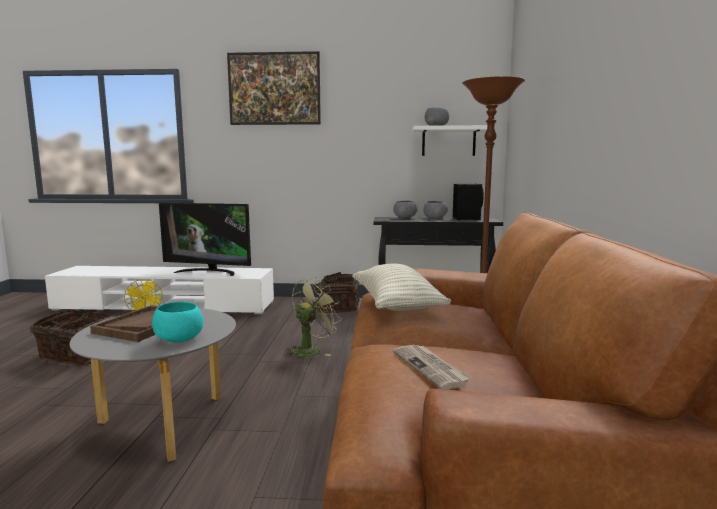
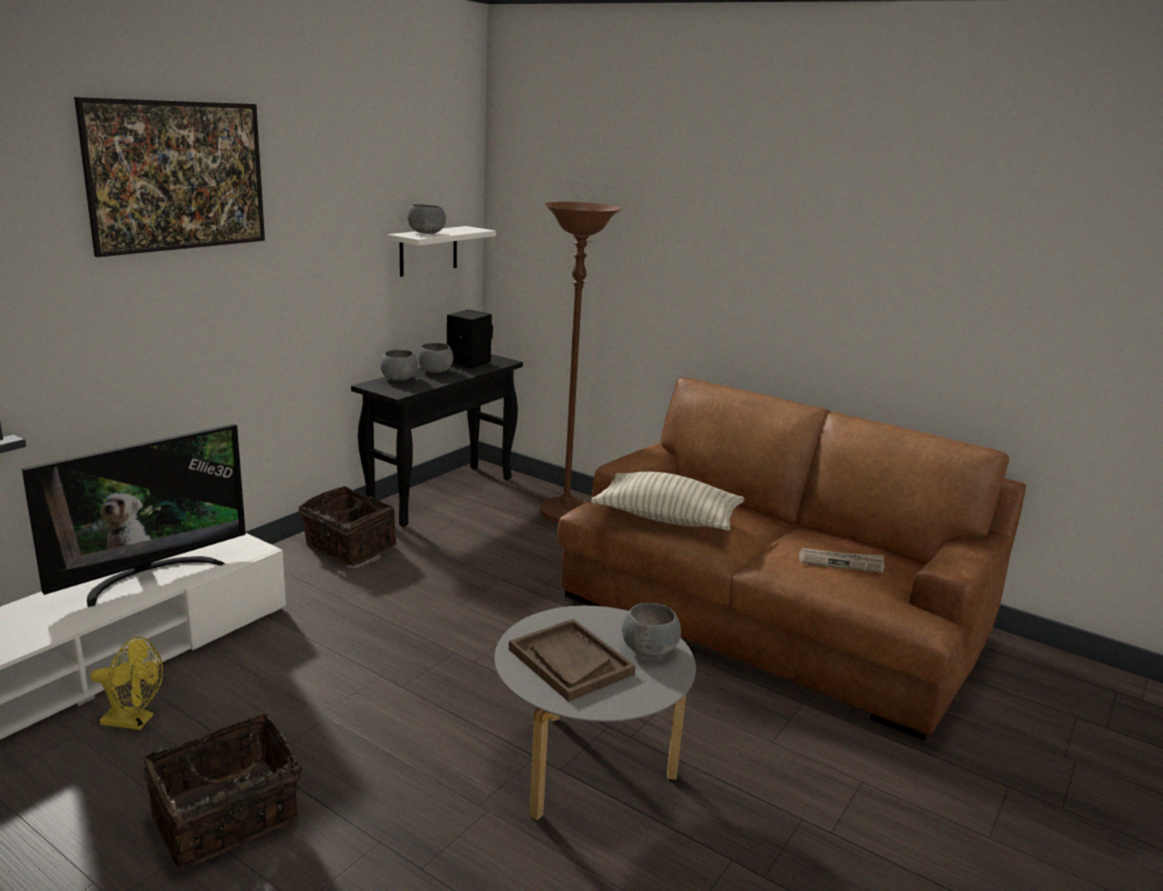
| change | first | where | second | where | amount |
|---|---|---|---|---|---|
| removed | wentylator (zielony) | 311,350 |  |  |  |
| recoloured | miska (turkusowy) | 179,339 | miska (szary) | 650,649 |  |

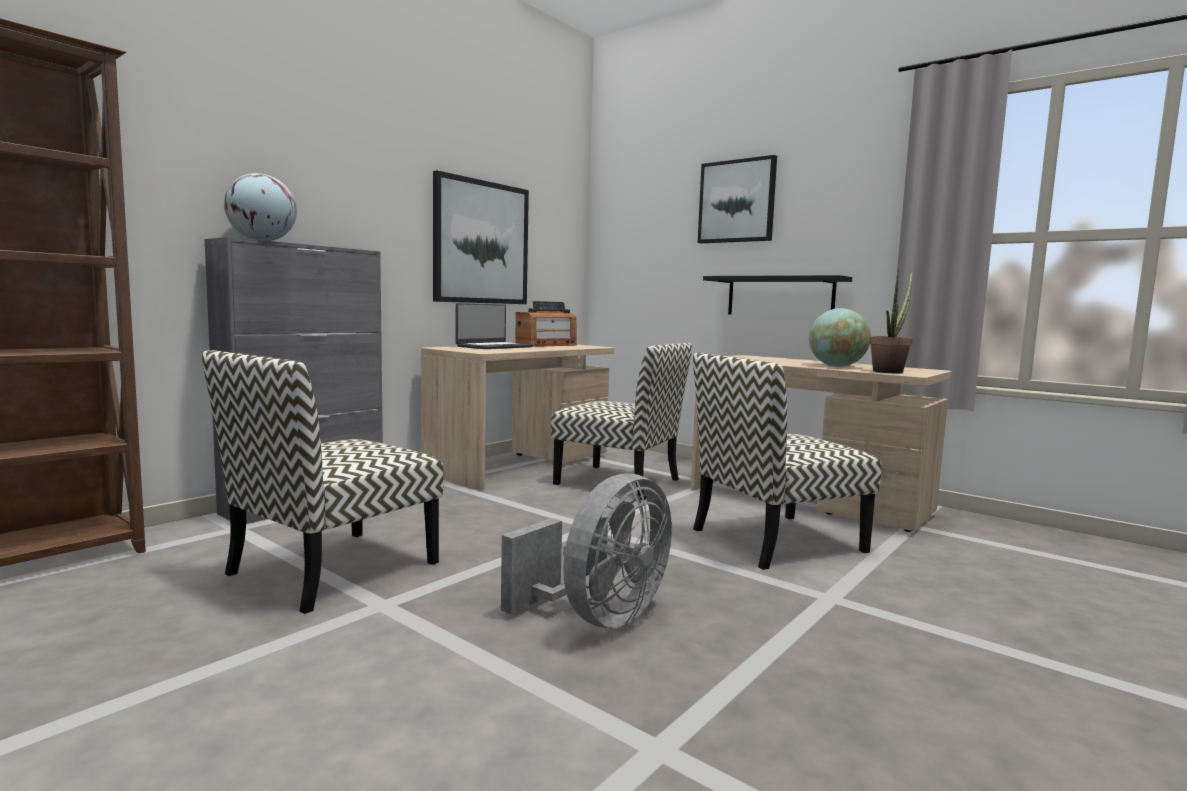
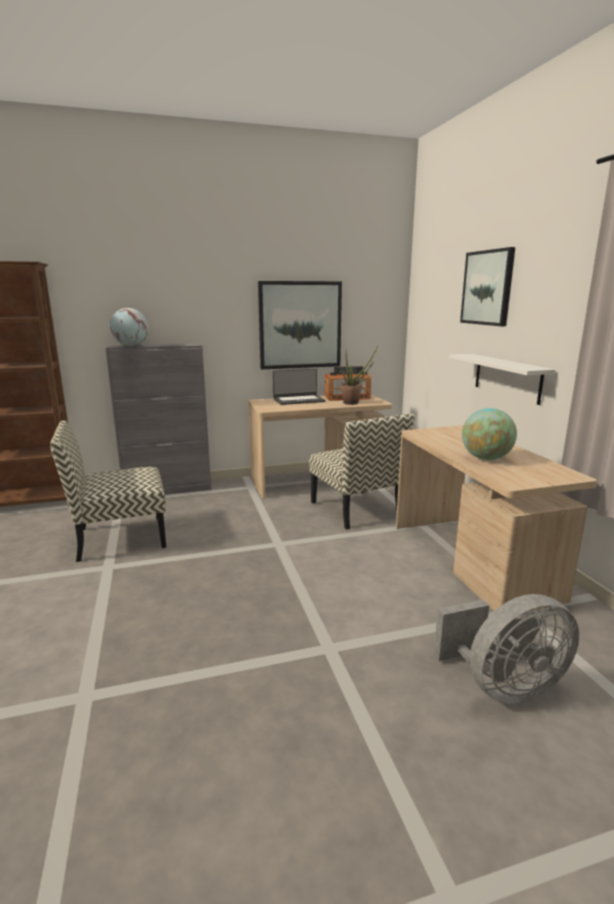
| change | first | where | second | where | amount |
|---|---|---|---|---|---|
| removed | krzesło | 775,541 |  |  |  |
| moved | wentylator (szary) | 599,618 |  | 503,686 |  |
| moved | roślina doniczkowa | 890,371 |  | 354,402 |  |
| recoloured | półka (czarny) | 779,296 | półka (biały) | 507,378 |  |

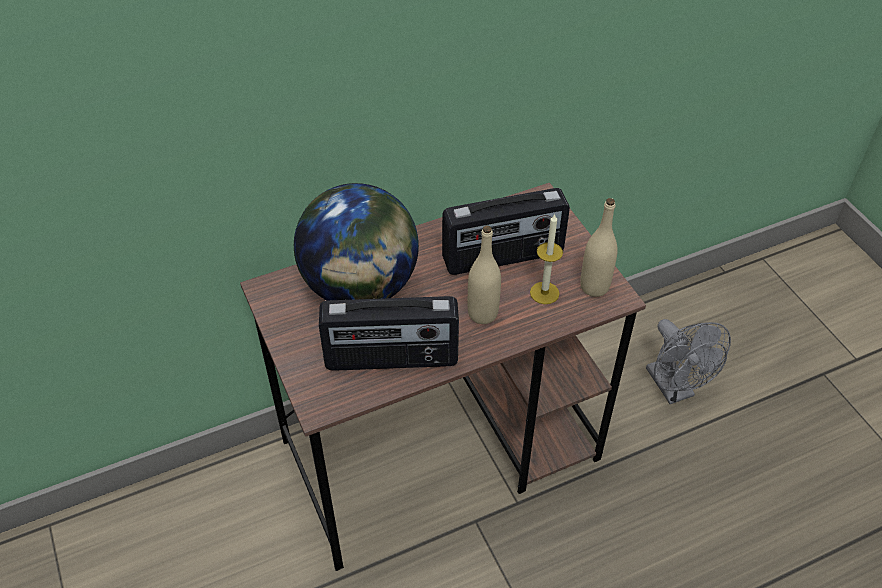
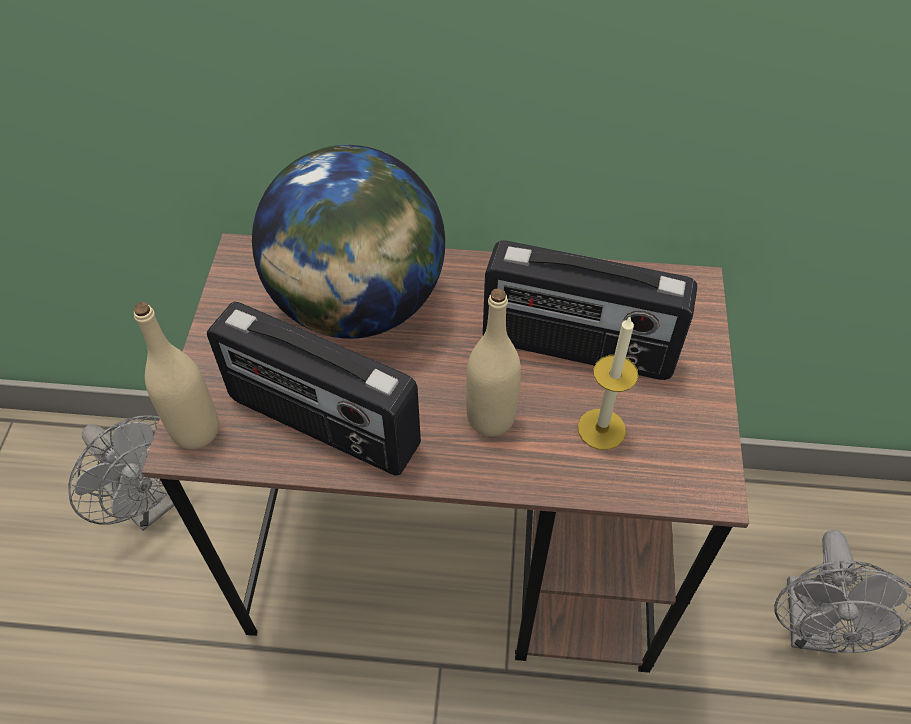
| change | first | where | second | where | amount |
|---|---|---|---|---|---|
| added |  |  | wentylator (szary) | 148,505 |  |
| moved | butelka (beżowy) | 594,287 |  | 196,430 |  |

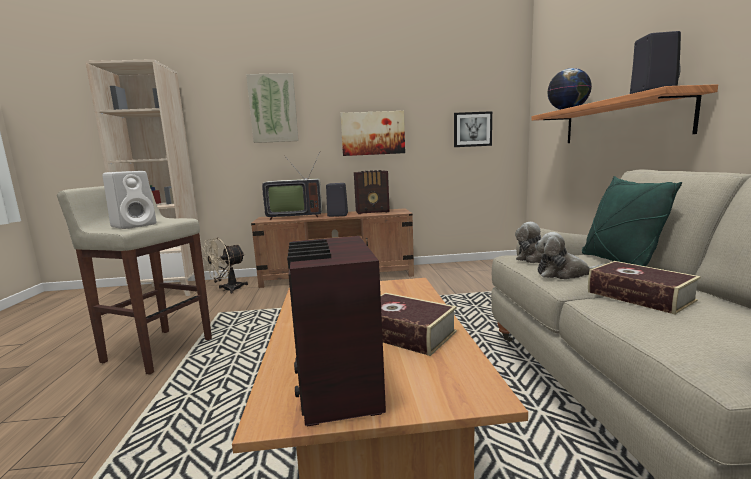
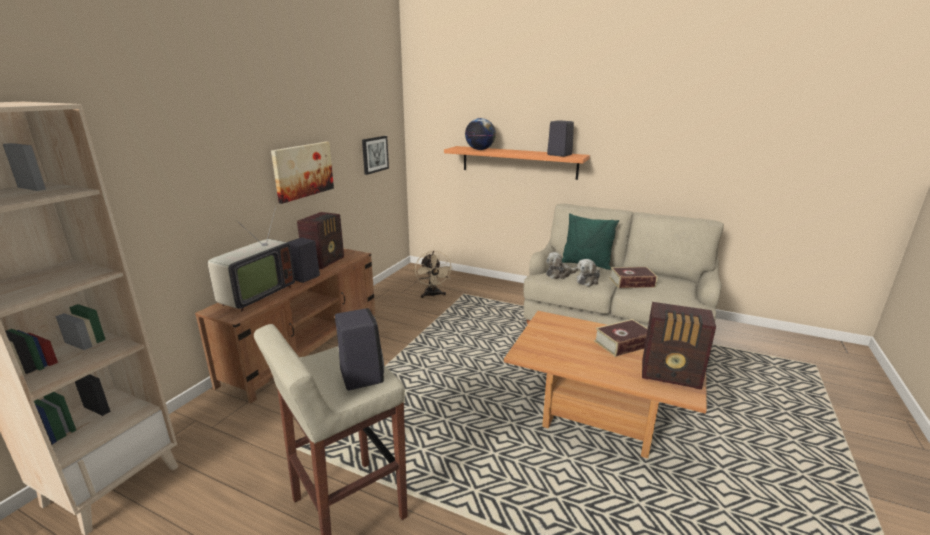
| change | first | where | second | where | amount |
|---|---|---|---|---|---|
| removed | obraz | 273,108 |  |  |  |
| moved | wentylator (beżowy) | 228,289 |  | 433,295 |  |
| recoloured | głośnik (biały) | 135,225 | głośnik (czarny) | 360,376 |  |

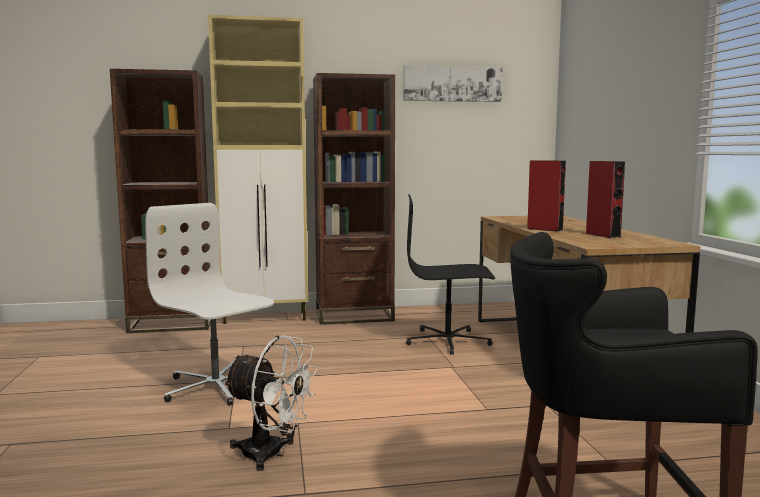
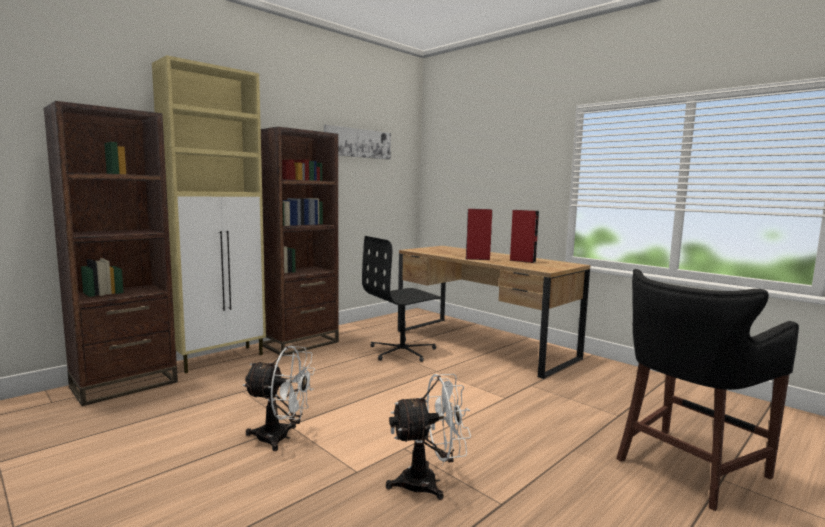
| change | first | where | second | where | amount |
|---|---|---|---|---|---|
| replaced | krzesło biurowe (biały) | 215,387 | wentylator (biały) | 281,437 |  |

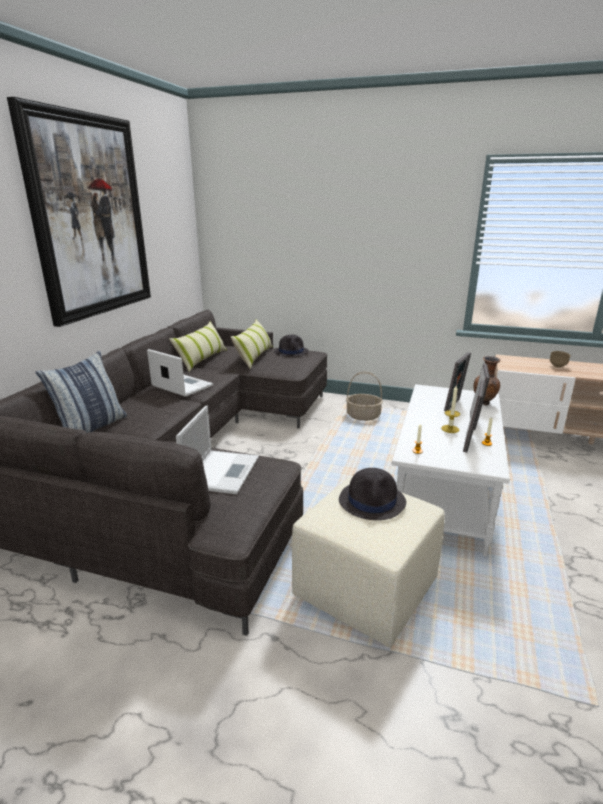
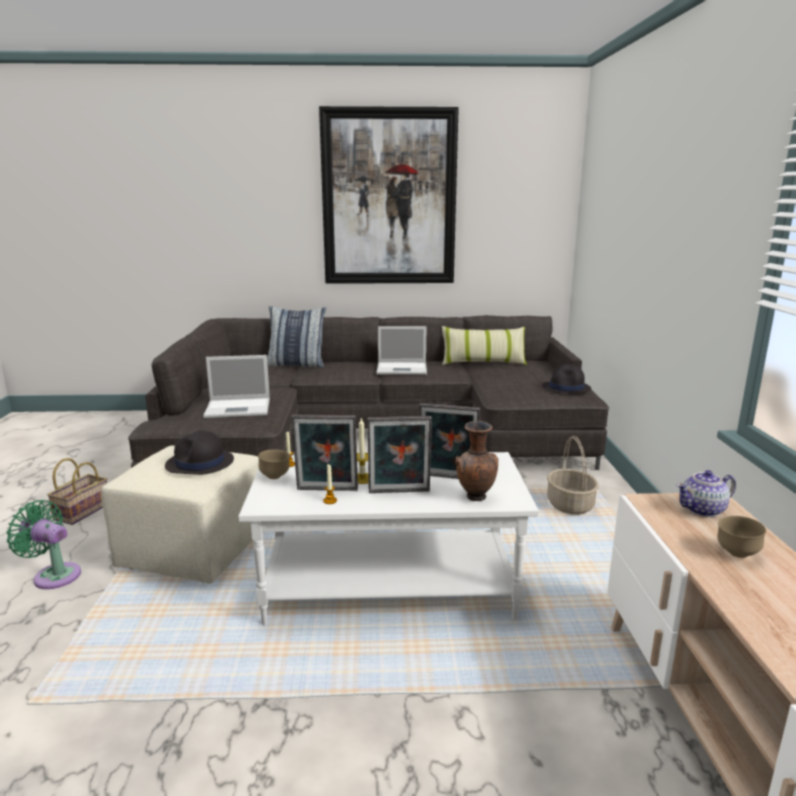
| change | first | where | second | where | amount |
|---|---|---|---|---|---|
| removed | poduszka | 254,357 |  |  |  |
| added |  |  | wentylator (zielony) | 54,575 |  |
| added |  |  | koszyk | 82,511 |  |
| added |  |  | miska (brązowy) | 275,477 |  |
| added |  |  | imbryk | 703,510 |  |
| turned | laptop | 181,386 |  | 403,369 | 75 degrees clockwise |

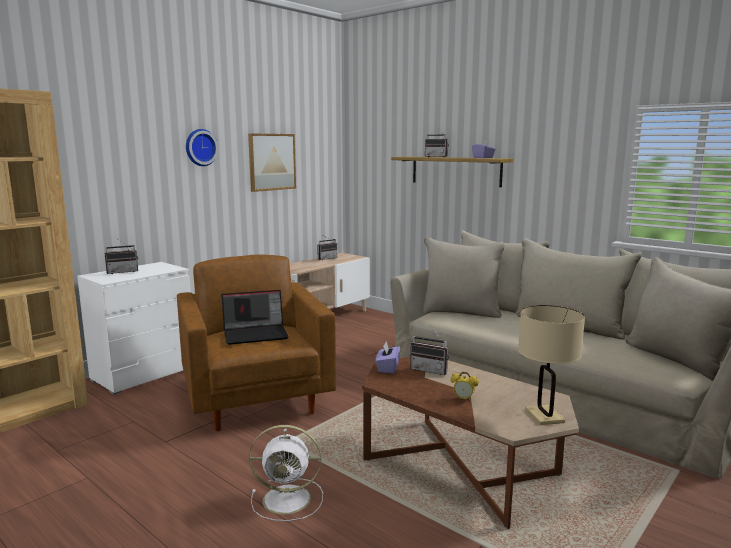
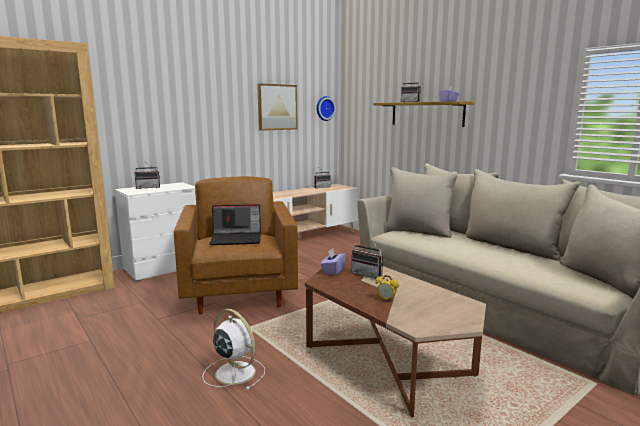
| change | first | where | second | where | amount |
|---|---|---|---|---|---|
| removed | lampa stołowa (beżowy) | 544,416 |  |  |  |
| moved | zegar ścienny | 200,147 |  | 324,108 |  |
| turned | wentylator (biały) | 289,499 |  | 234,372 | 150 degrees counterclockwise |

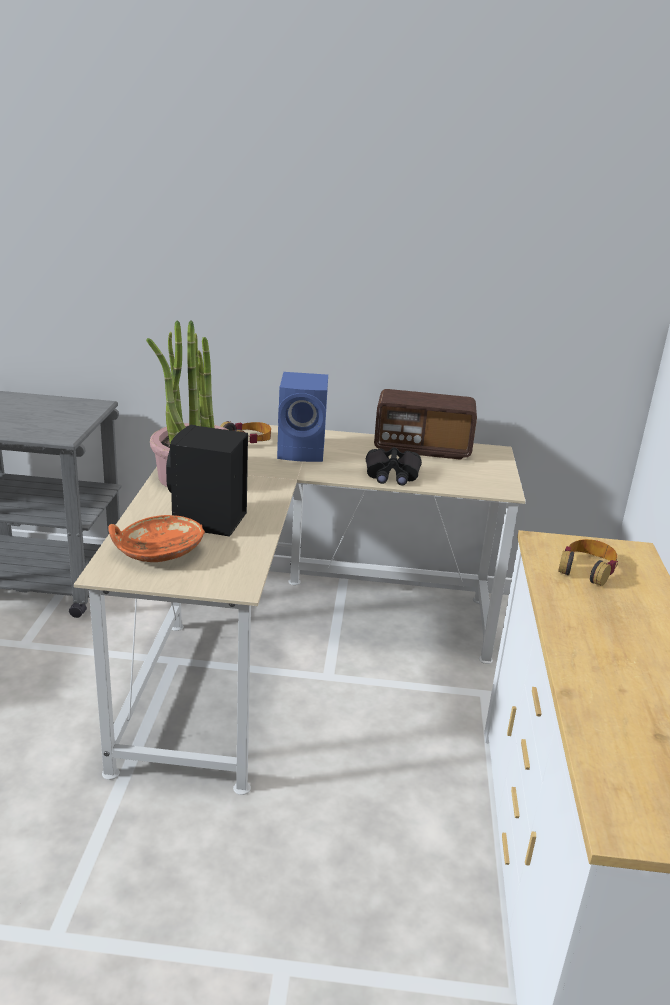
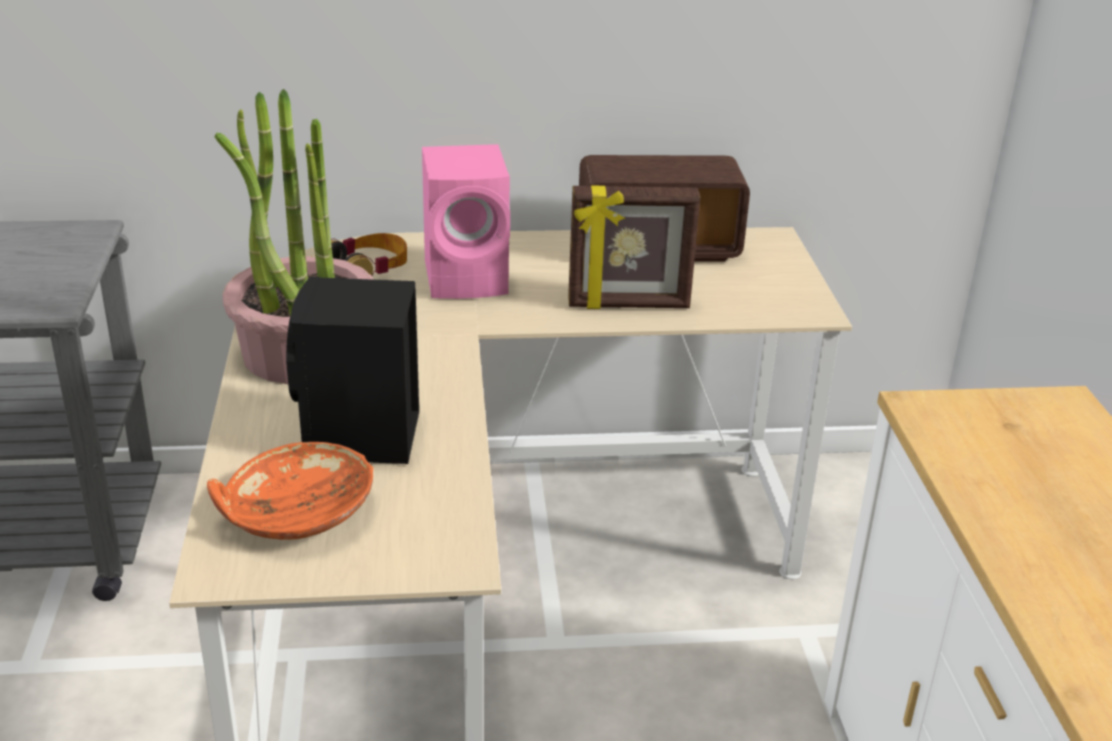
| change | first | where | second | where | amount |
|---|---|---|---|---|---|
| removed | słuchawki | 587,569 |  |  |  |
| replaced | lornetka (czarny) | 392,475 | ramka na zdjęcie | 628,305 |  |
| recoloured | głośnik (niebieski) | 303,451 | głośnik (różowy) | 469,278 |  |

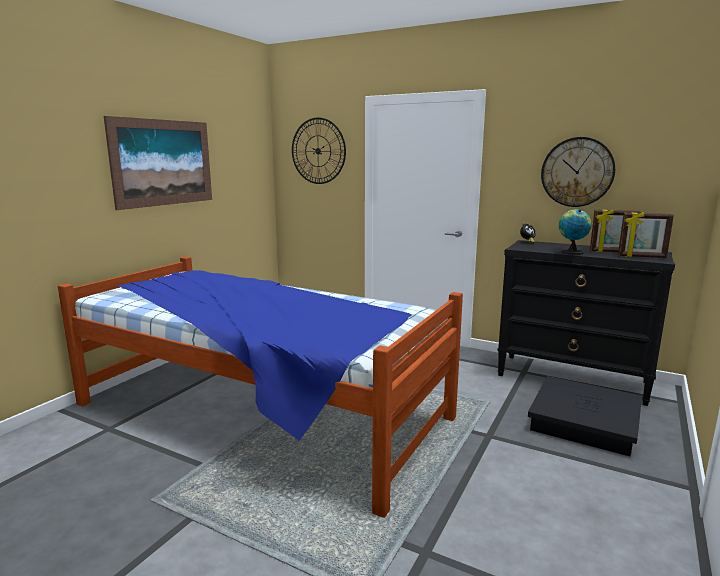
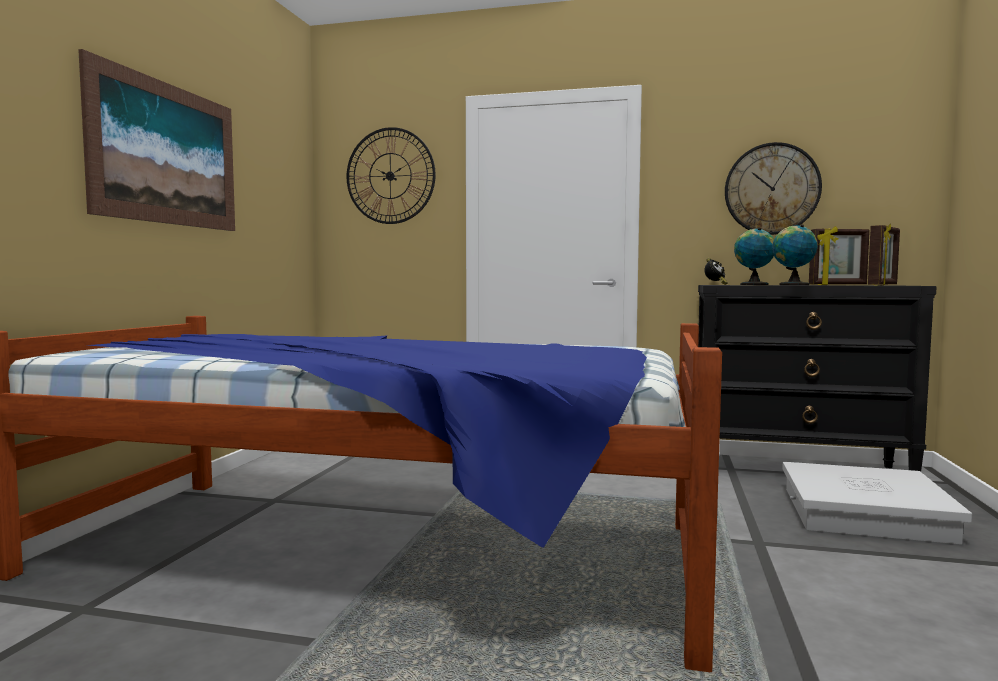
| change | first | where | second | where | amount |
|---|---|---|---|---|---|
| added |  |  | globus | 753,284 |  |
| recoloured | pojemnik do przechowywania (czarny) | 584,421 | pojemnik do przechowywania (biały) | 863,513 |  |
| turned | ramka na zdjęcie | 642,257 |  | 883,285 | 45 degrees counterclockwise |

